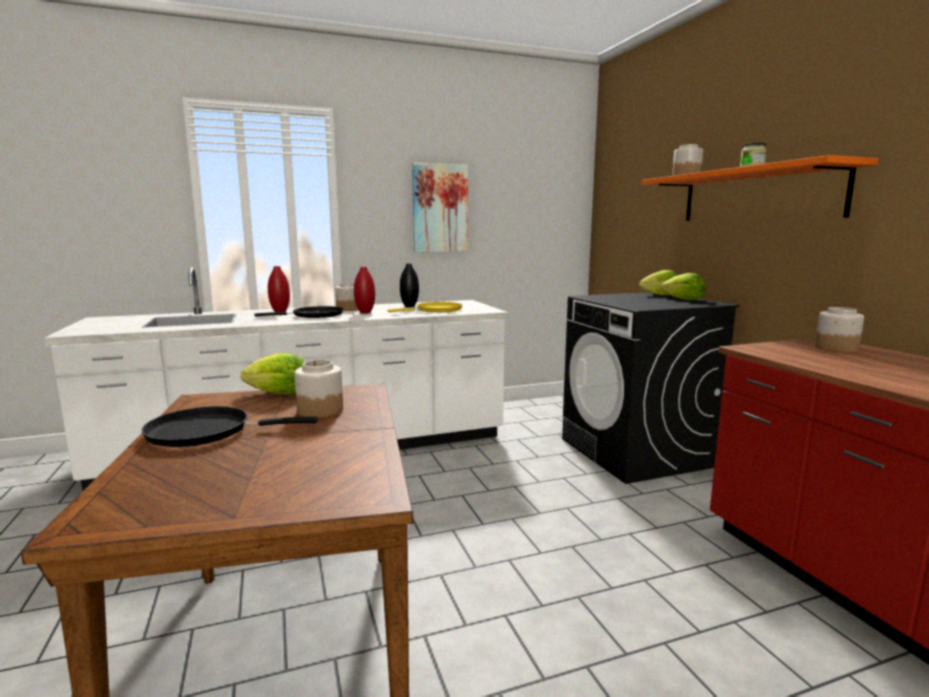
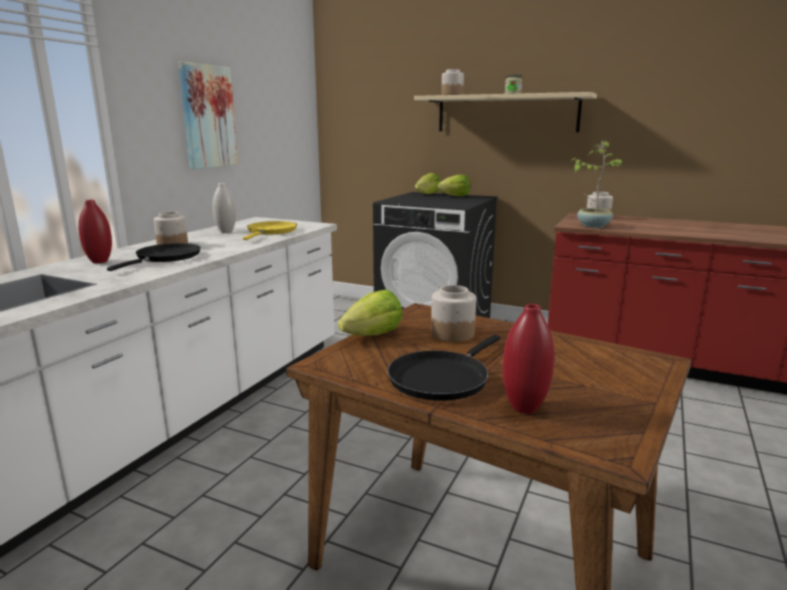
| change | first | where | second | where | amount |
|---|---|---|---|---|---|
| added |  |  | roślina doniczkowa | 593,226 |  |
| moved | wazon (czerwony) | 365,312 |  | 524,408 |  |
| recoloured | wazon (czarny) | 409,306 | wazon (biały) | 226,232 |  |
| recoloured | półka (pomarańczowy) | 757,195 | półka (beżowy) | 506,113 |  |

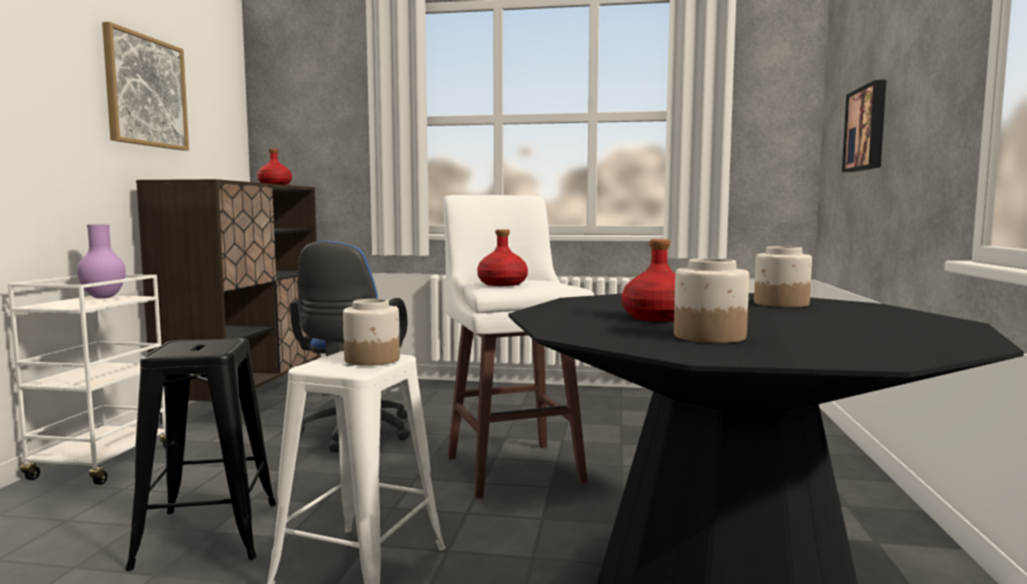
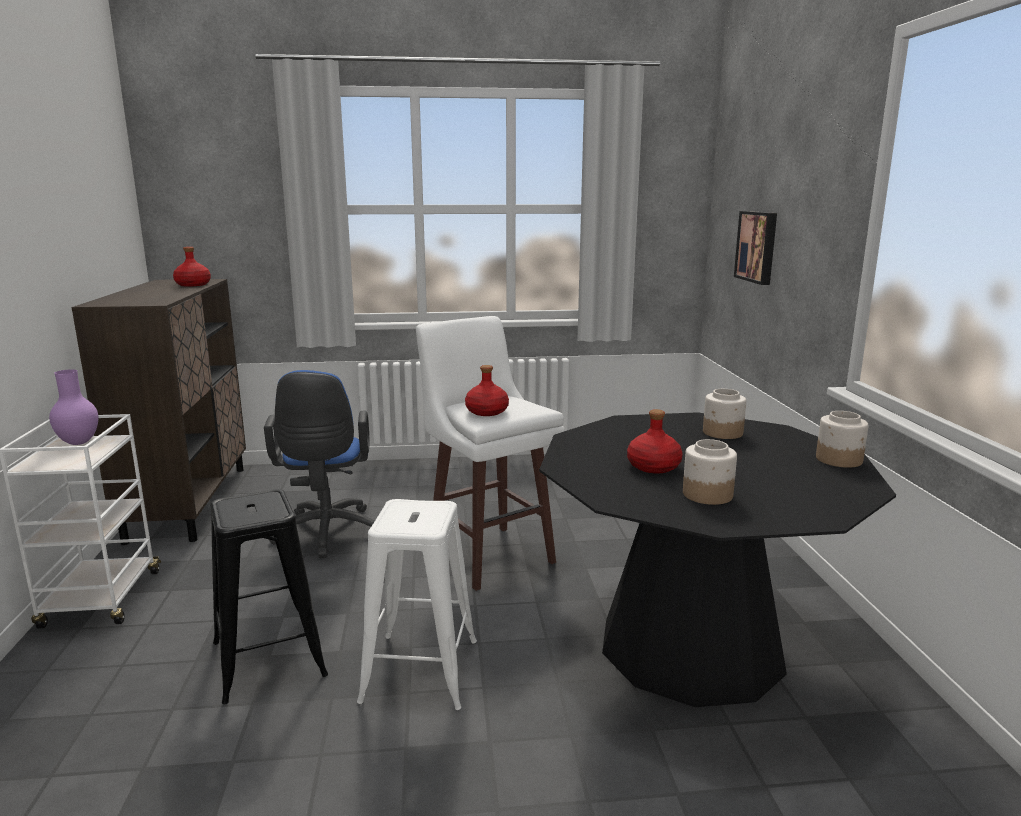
| change | first | where | second | where | amount |
|---|---|---|---|---|---|
| removed | obraz | 146,91 |  |  |  |
| moved | słoik | 372,359 |  | 839,460 |  |

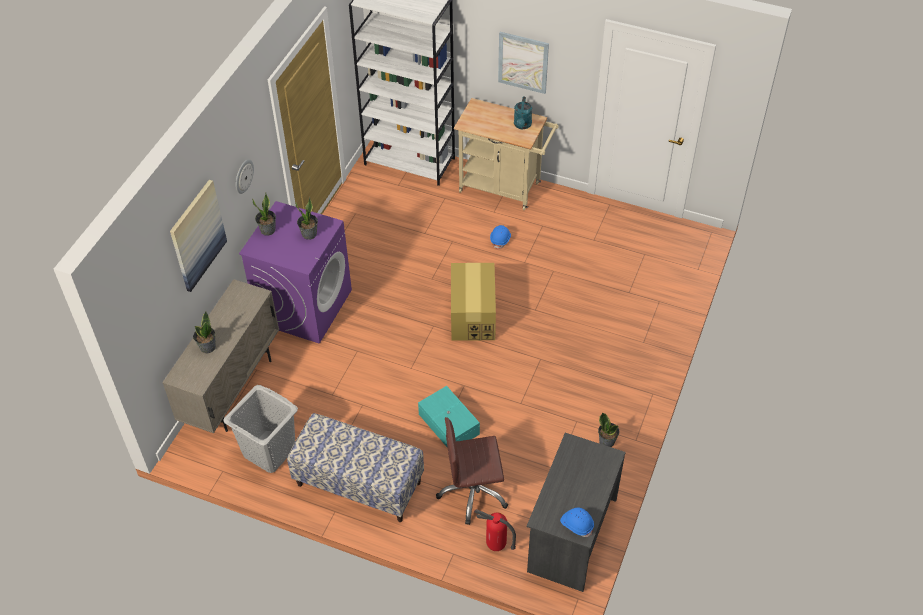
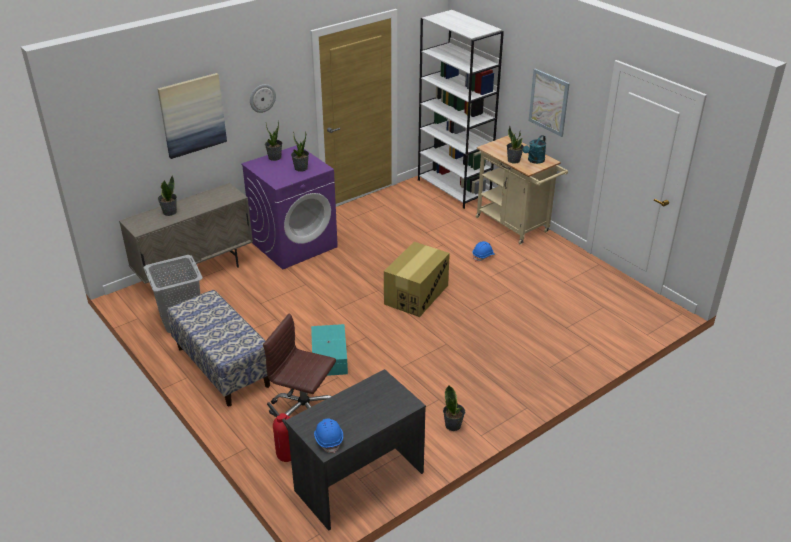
| change | first | where | second | where | amount |
|---|---|---|---|---|---|
| added |  |  | roślina doniczkowa | 513,160 |  |

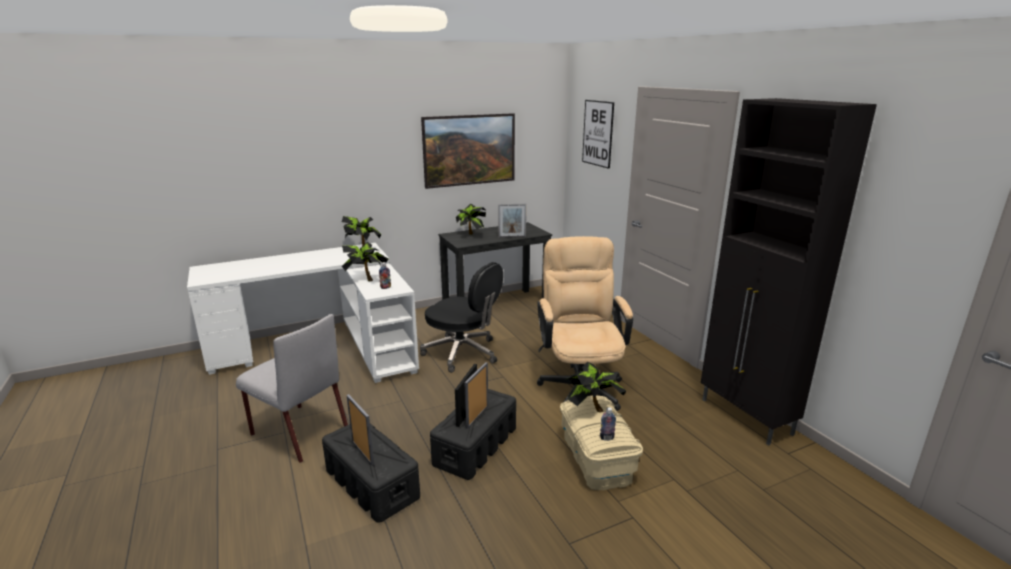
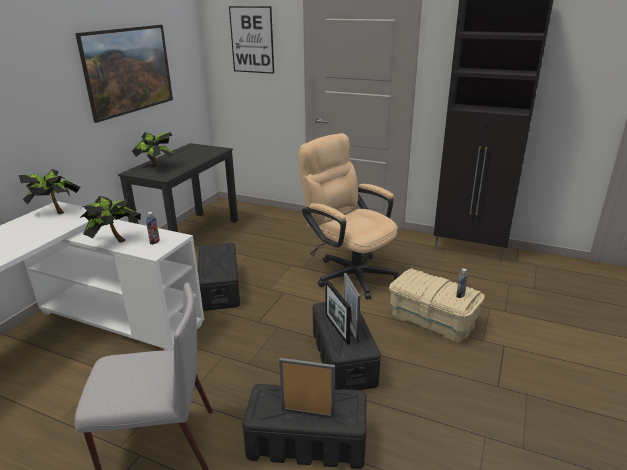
| change | first | where | second | where | amount |
|---|---|---|---|---|---|
| removed | ramka na zdjęcie | 512,237 |  |  |  |
| removed | roślina doniczkowa | 592,409 |  |  |  |
| replaced | krzesło biurowe (czarny) | 463,353 | pojemnik do przechowywania (czarny) | 220,288 |  |

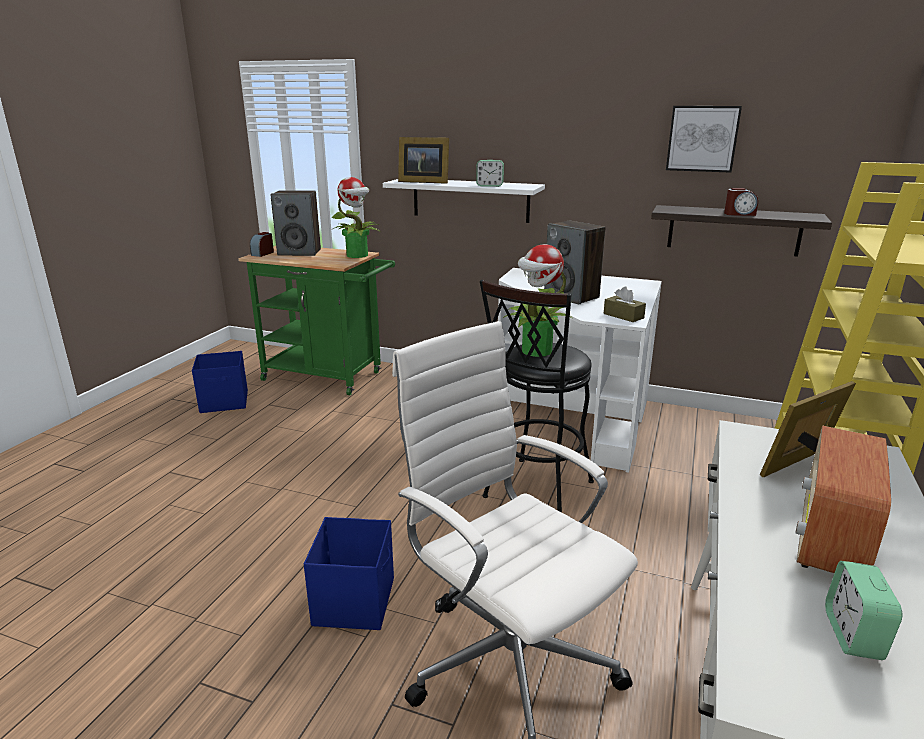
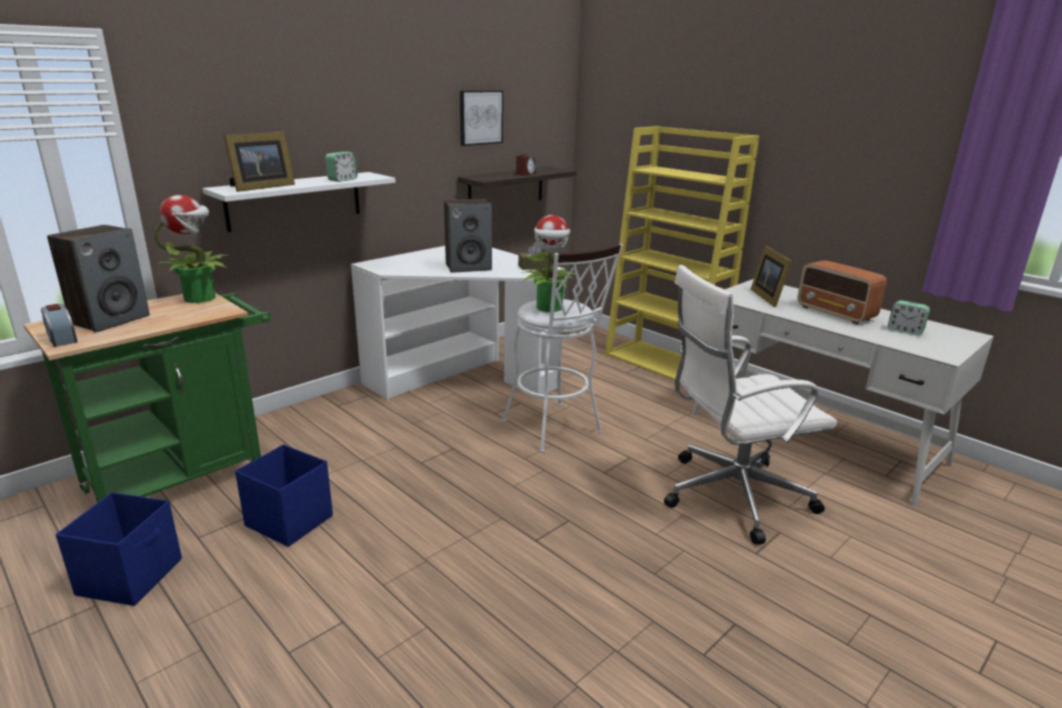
| change | first | where | second | where | amount |
|---|---|---|---|---|---|
| moved | pojemnik do przechowywania (niebieski) | 355,601 |  | 289,520 |  |
| recoloured | stołek (czarny) | 534,493 | stołek (biały) | 556,430 |  |

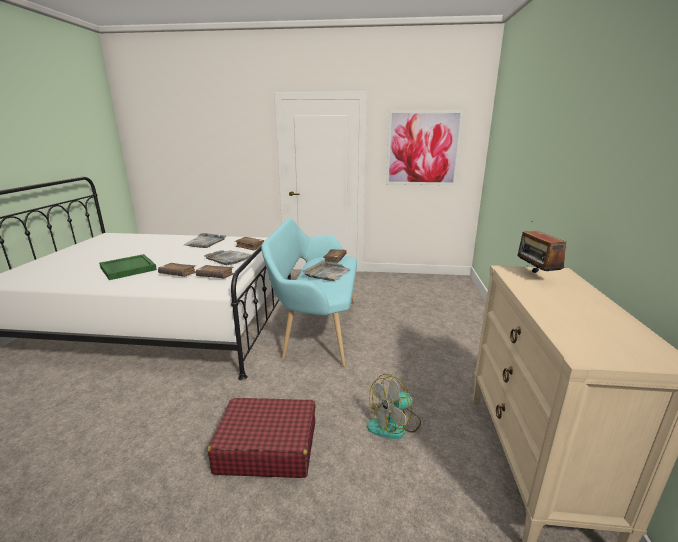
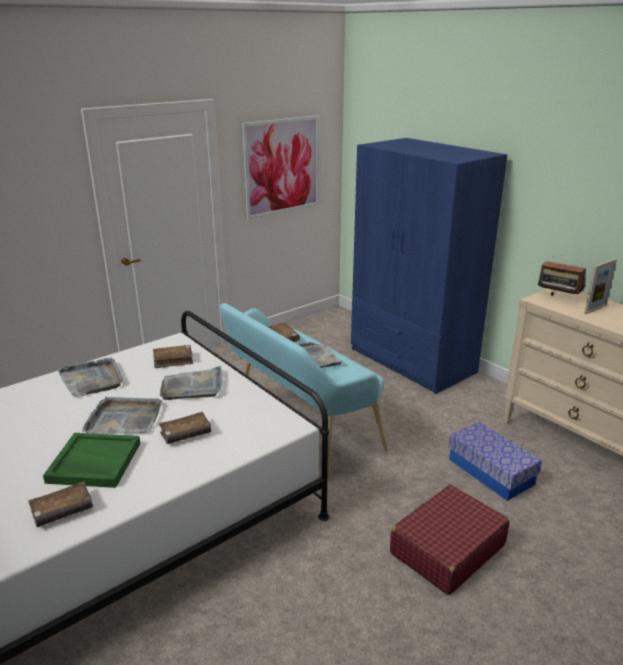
| change | first | where | second | where | amount |
|---|---|---|---|---|---|
| added |  |  | taca (szary) | 124,419 |  |
| added |  |  | szafa (niebieski) | 411,361 |  |
| added |  |  | ramka na zdjęcie | 595,309 |  |
| moved | książka (brązowy) | 215,276 |  | 62,511 |  |
| replaced | wentylator | 394,425 | pojemnik do przechowywania | 491,471 |  |

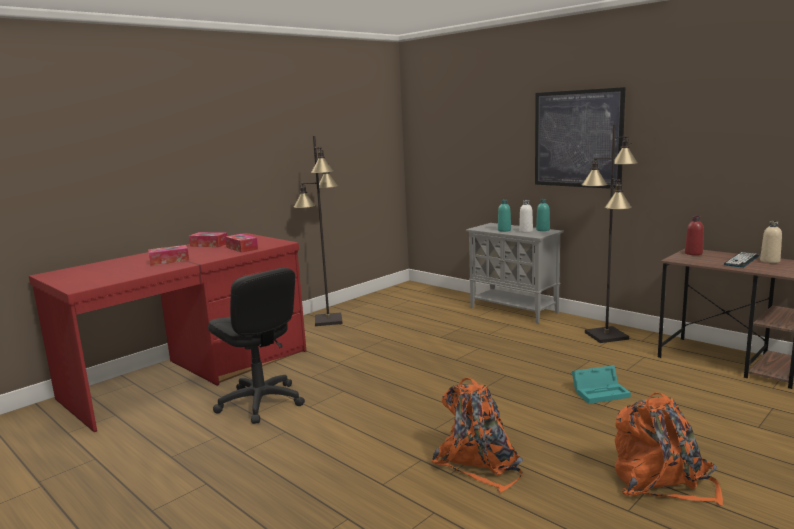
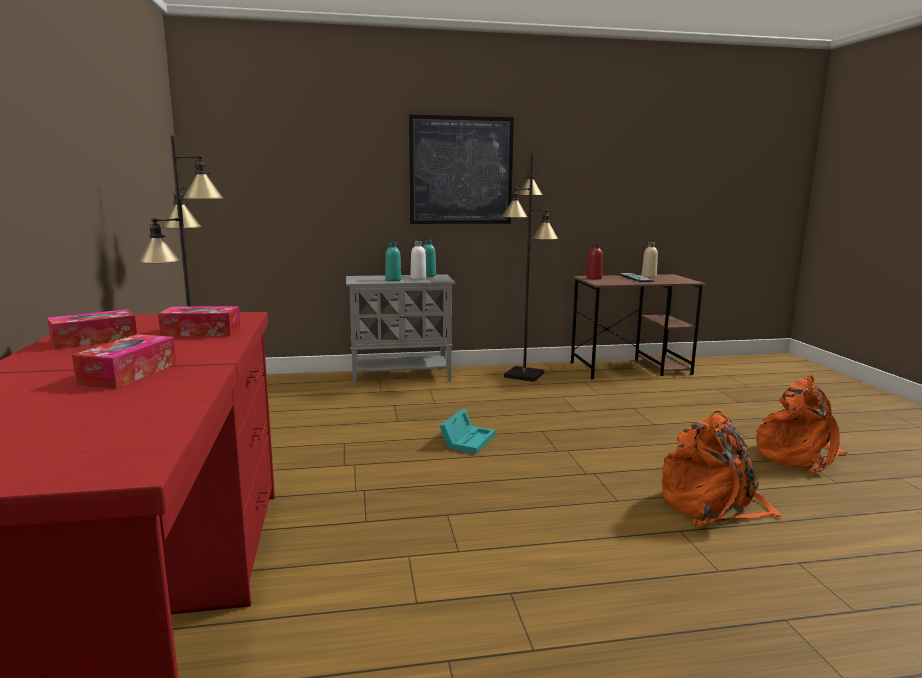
| change | first | where | second | where | amount |
|---|---|---|---|---|---|
| removed | krzesło biurowe (czarny) | 260,402 |  |  |  |
| moved | pojemnik do przechowywania (turkusowy) | 601,392 |  | 468,440 |  |

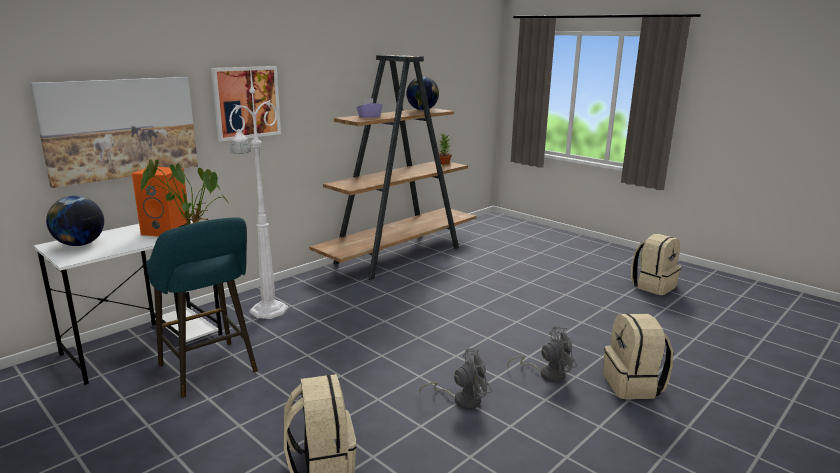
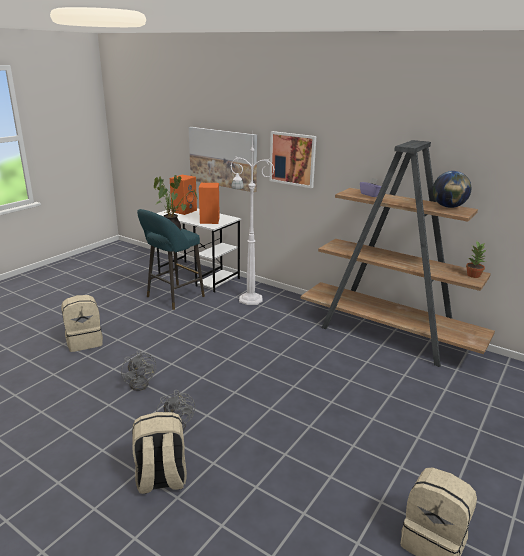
| change | first | where | second | where | amount |
|---|---|---|---|---|---|
| replaced | globus | 80,244 | głośnik (pomarańczowy) | 184,211 |  |

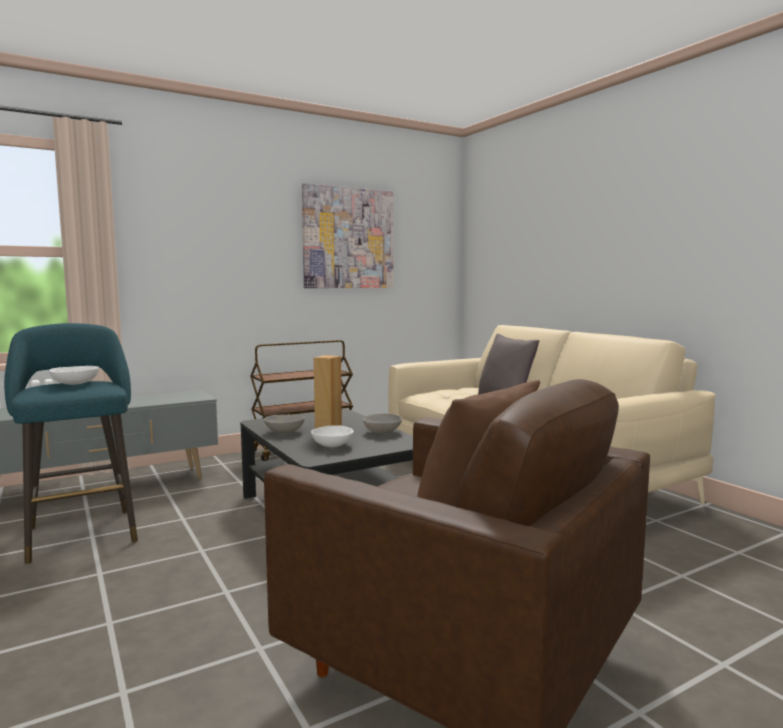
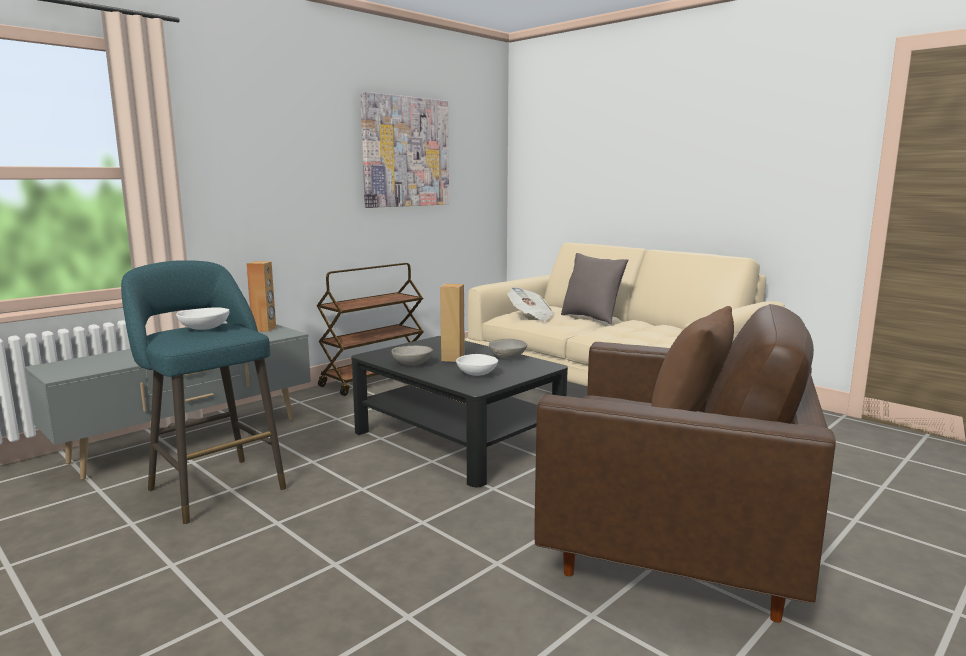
| change | first | where | second | where | amount |
|---|---|---|---|---|---|
| added |  |  | głośnik (brązowy) | 264,329 |  |
| added |  |  | gazeta | 531,316 |  |

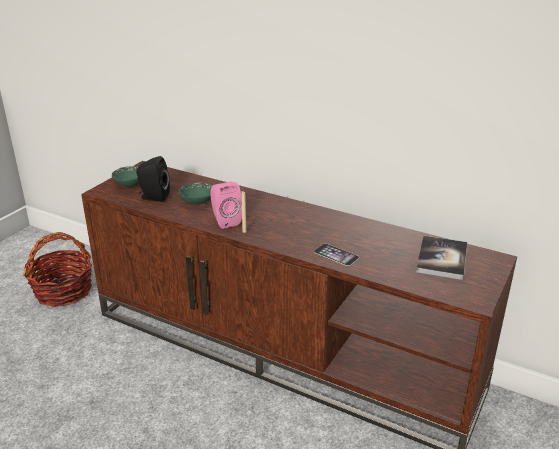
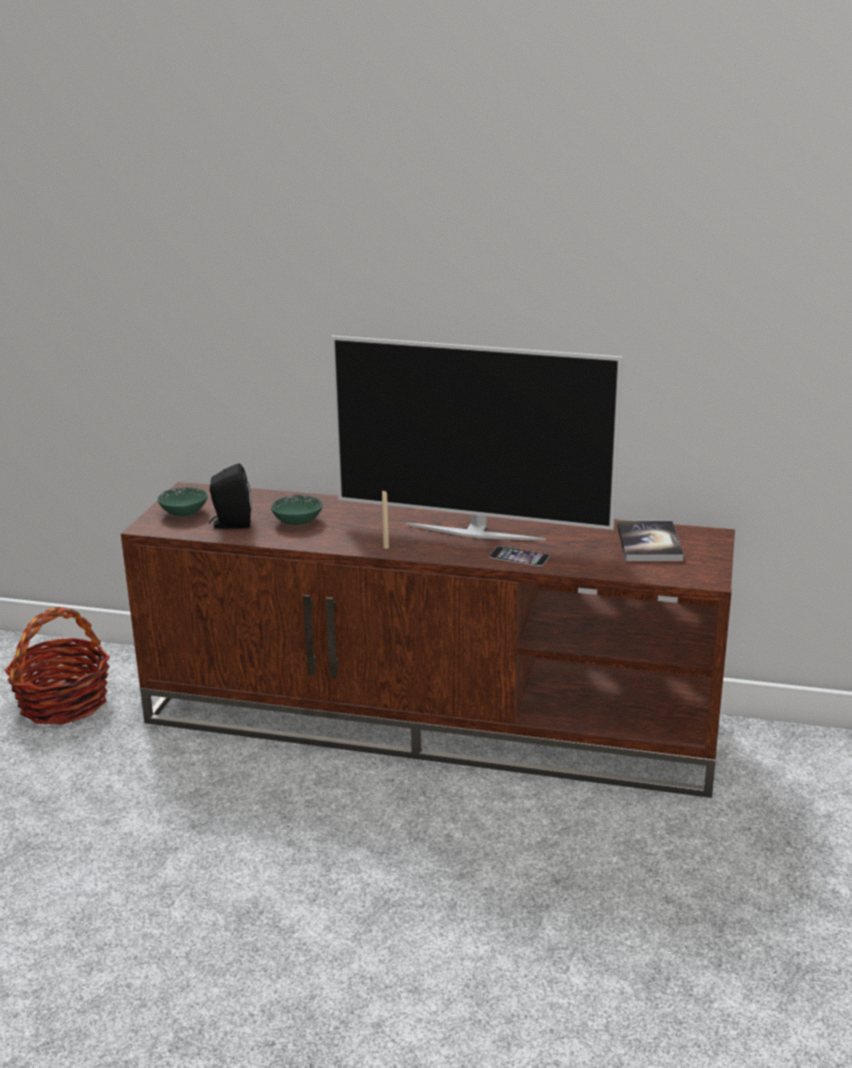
| change | first | where | second | where | amount |
|---|---|---|---|---|---|
| removed | głośnik (różowy) | 225,221 |  |  |  |
| added |  |  | telewizor | 475,531 |  |

